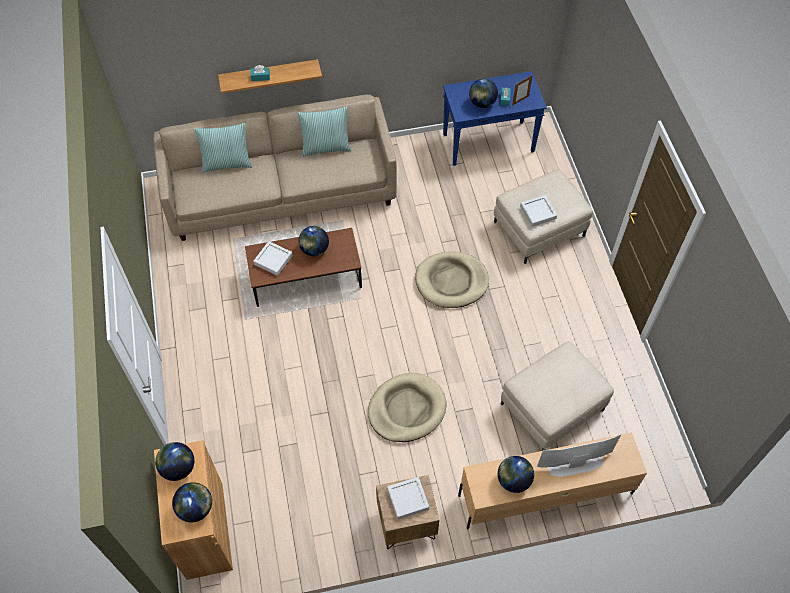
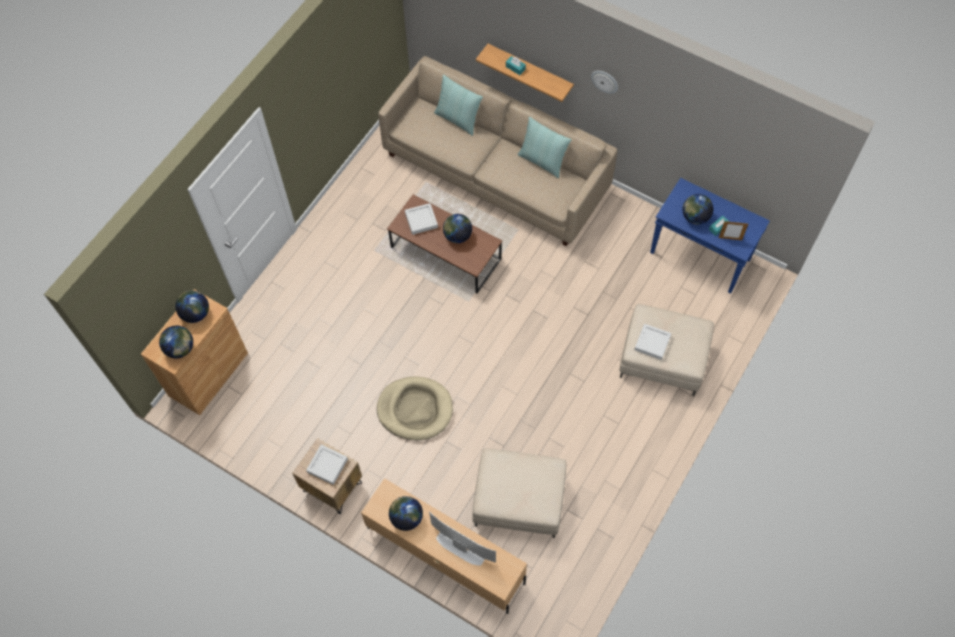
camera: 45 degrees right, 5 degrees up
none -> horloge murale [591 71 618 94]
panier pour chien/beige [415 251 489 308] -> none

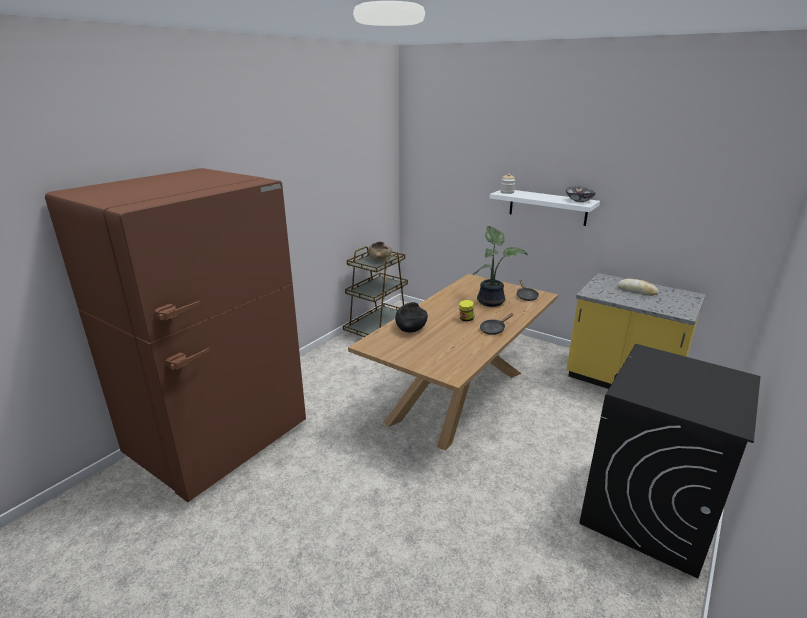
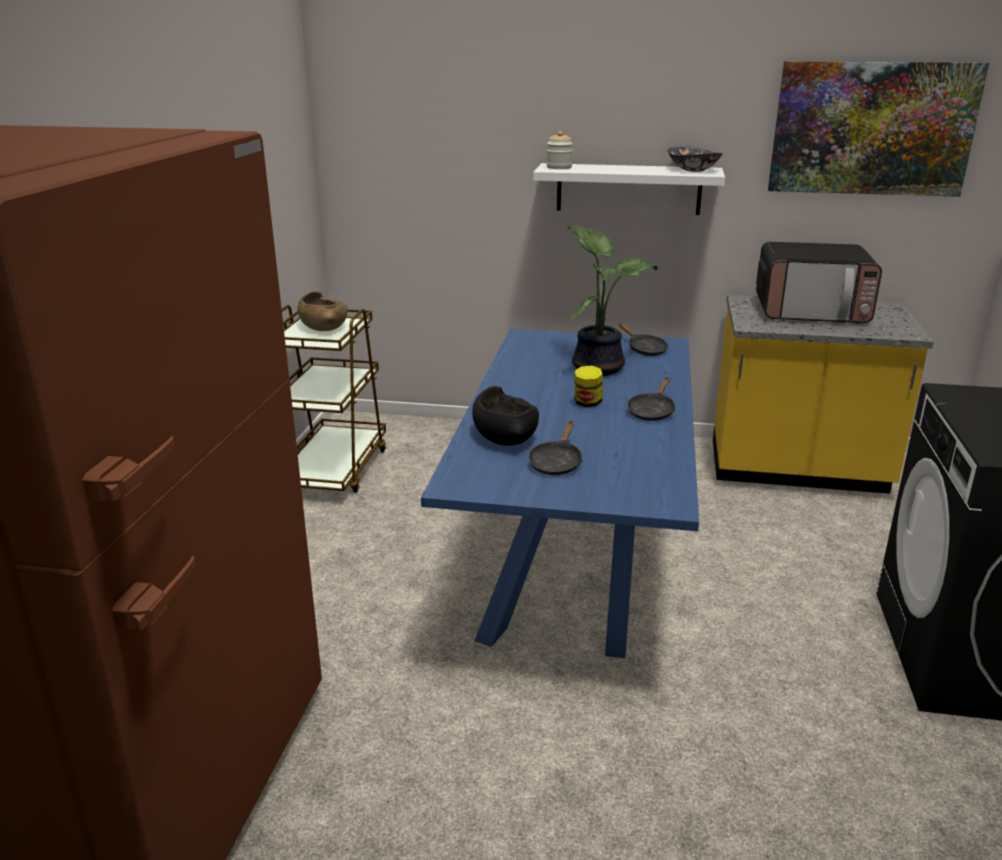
camera: 25 degrees left, 0 degrees up
table à manger/marron [348 274 558 451] -> table à manger/bleu [421 329 699 658]
none -> poêle/noir [528 421 582 475]
pain [617 279 659 296] -> micro-ondes [756 242 882 323]
none -> tableau [768 61 989 197]

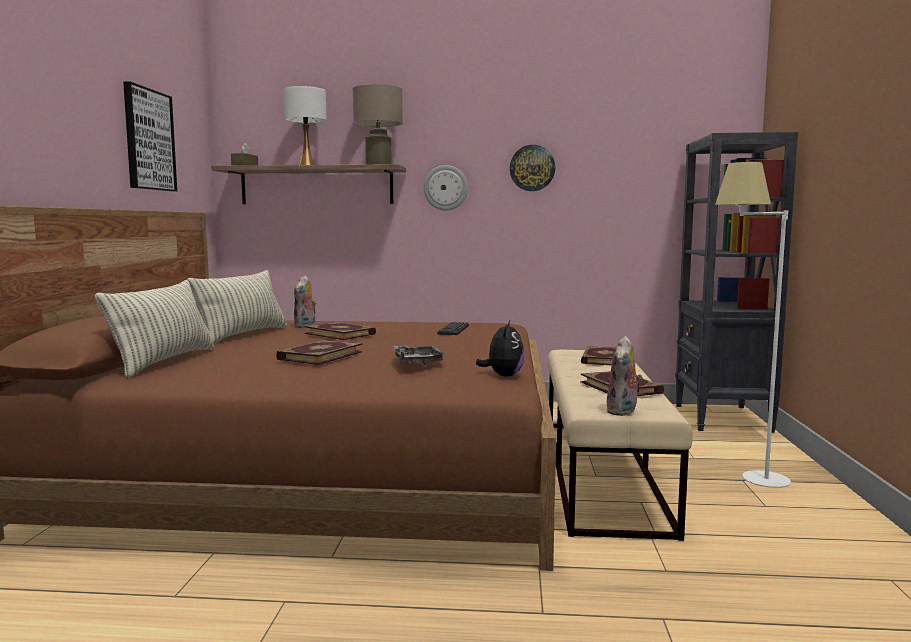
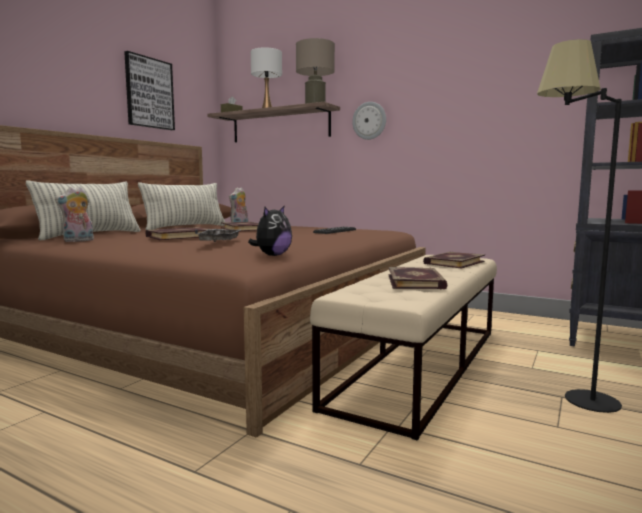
camera: 25 degrees right, 0 degrees up
peluche [606 336 643 416] -> peluche [55 187 94 242], shifted
lampadaire/blanc [715 162 791 488] -> lampadaire/noir [537 39 622 413]
horloge murale [510 145 555 191] -> none

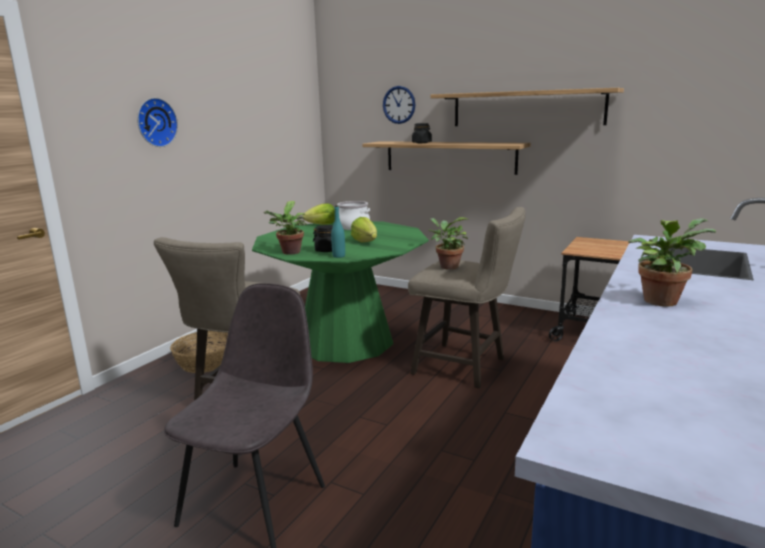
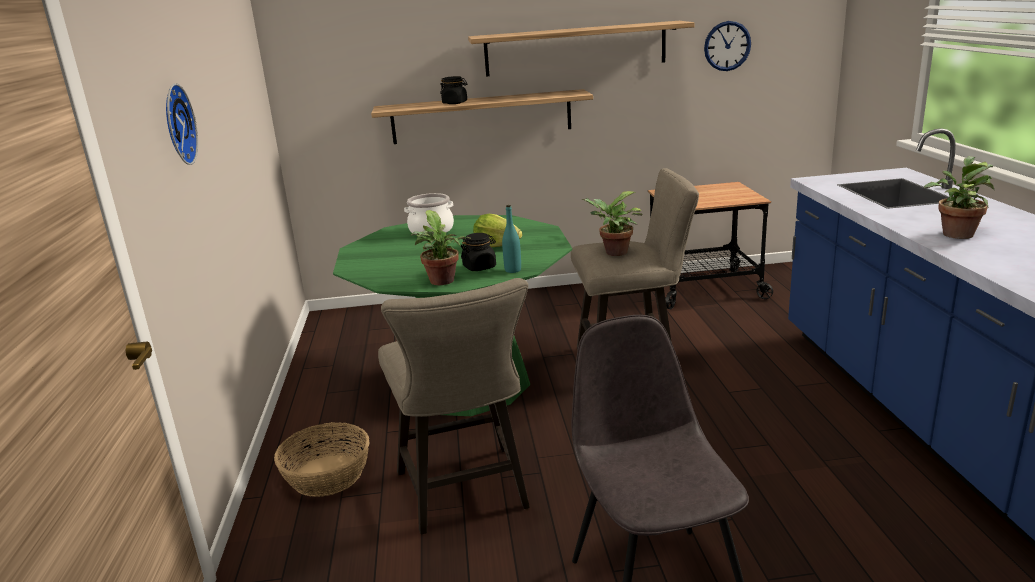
camera: 35 degrees left, 5 degrees up
horloge murale [383 86 415 124] -> horloge murale [704 21 751 71], shifted
laitue [303 204 335 225] -> none

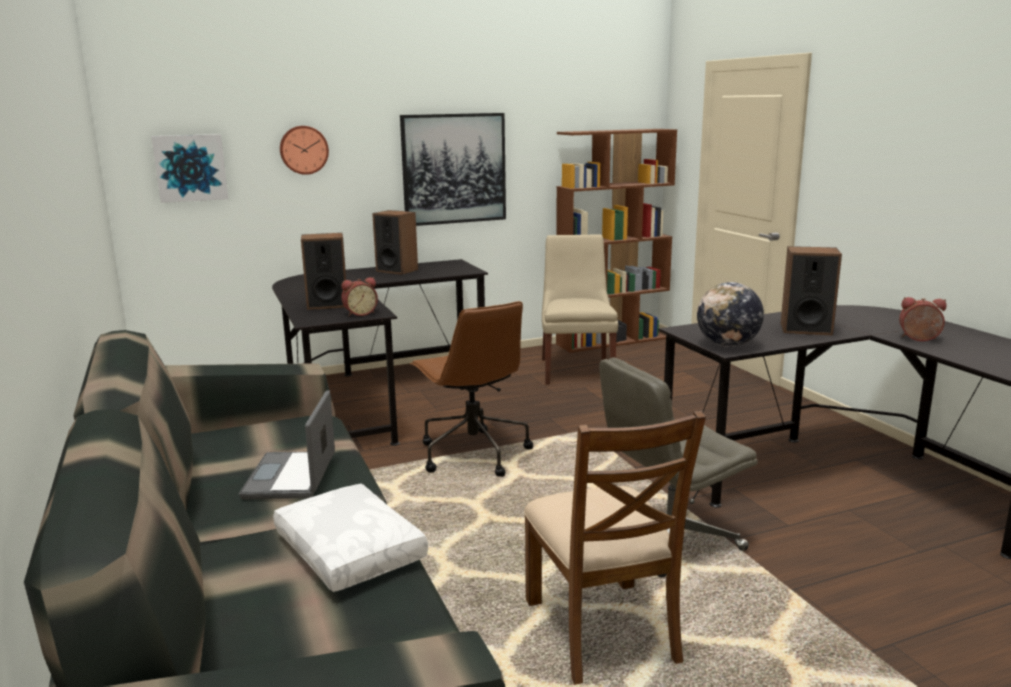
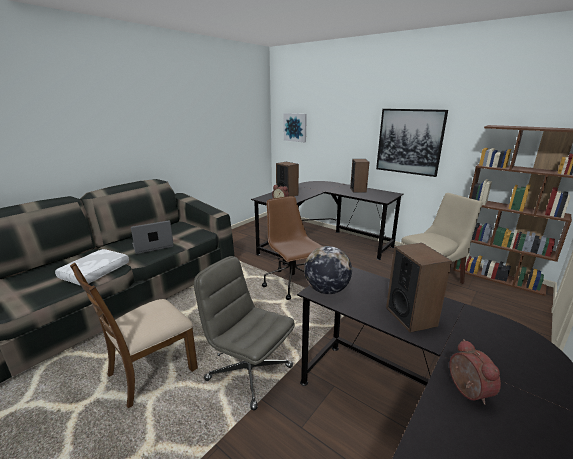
camera: 60 degrees right, 5 degrees up
chaise de bureau/marron [410 301 533 477] -> chaise de bureau/marron [262 196 323 300], 120 degrees clockwise
horloge murale [280 126 329 175] -> none

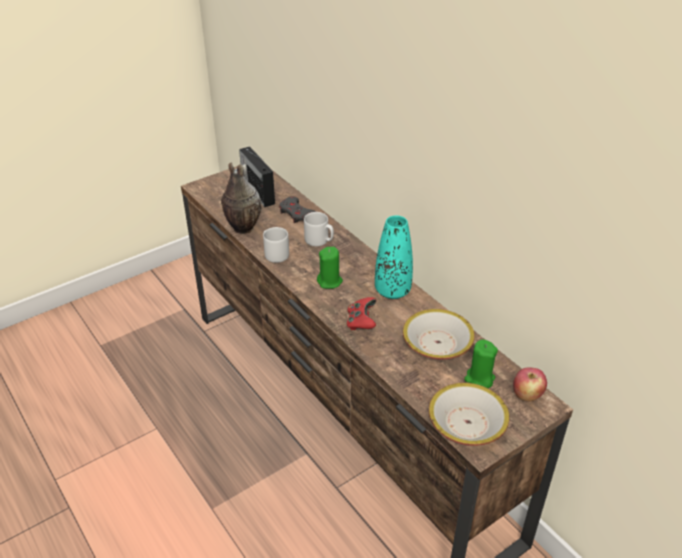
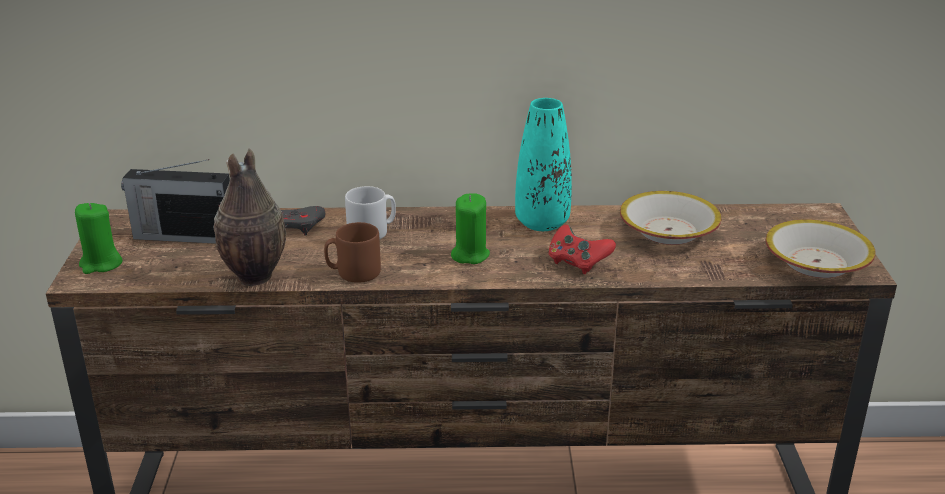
camera: 55 degrees left, 10 degrees down
bougie/vert [464 339 498 388] -> bougie/vert [75 203 122 274], shifted
mug/gris [263 227 289 263] -> mug/marron [324 222 381 283]
pomme [513 368 547 402] -> none

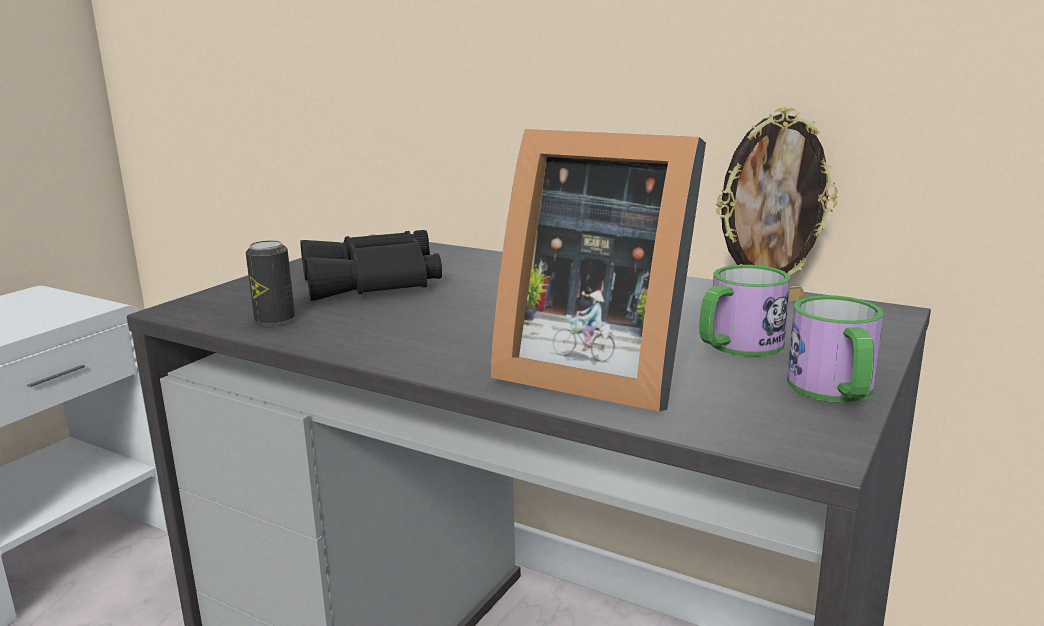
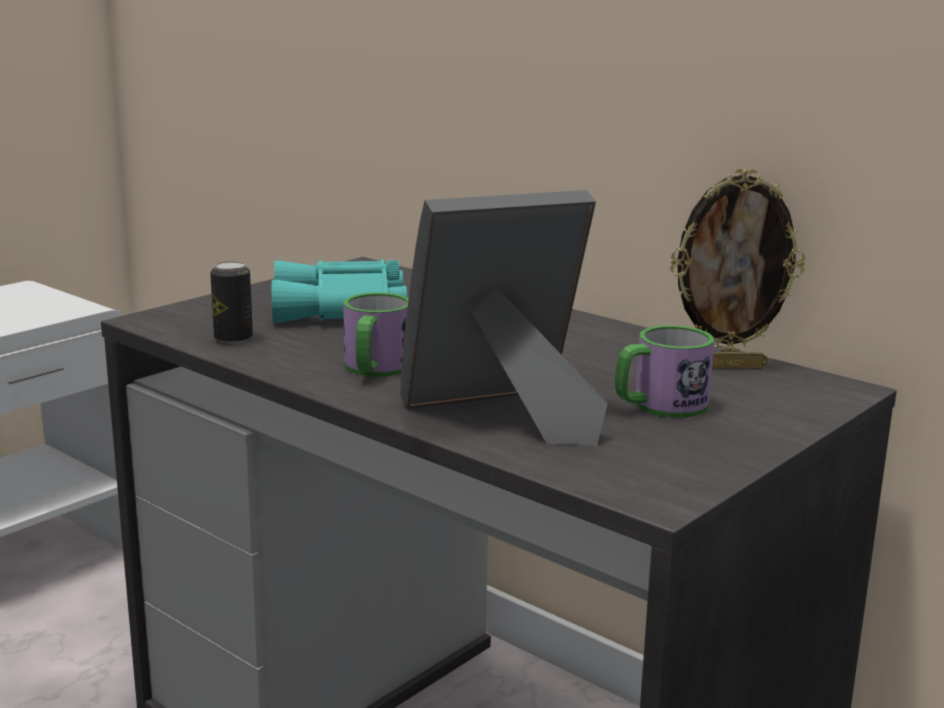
camera: 10 degrees right, 0 degrees up
jumelles/noir [300 230 442 301] -> jumelles/turquoise [272 260 407 323]
mug [787 295 884 402] -> mug [343 292 408 377], shifted
cadre photo [491 129 706 411] -> cadre photo [400 190 608 446], 120 degrees clockwise

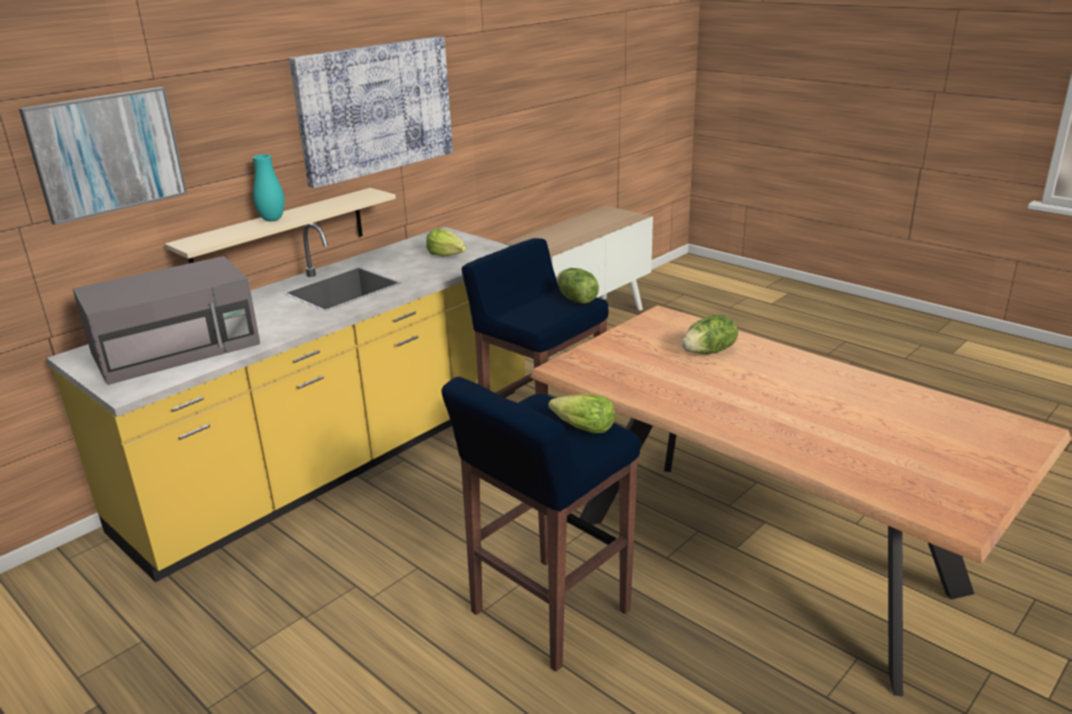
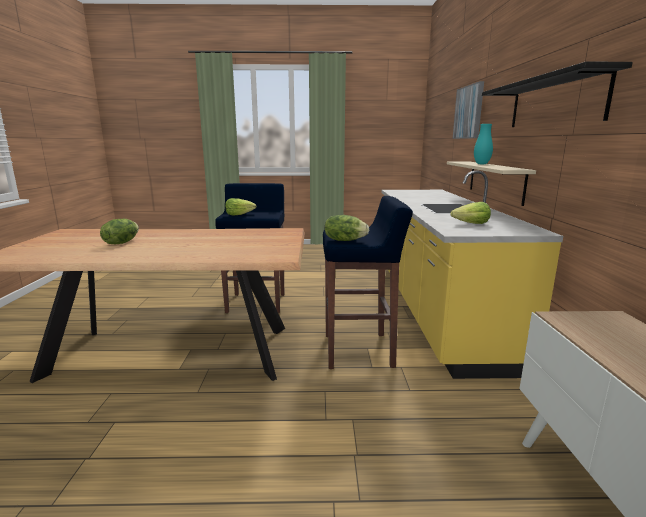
camera: 135 degrees right, 10 degrees down
laitue [681 315 738 354] -> laitue [100 219 139 244], shifted
tableau [289 36 453 188] -> étagère/noir [482 62 633 127]
micro-ondes/gris [72 256 260 385] -> none

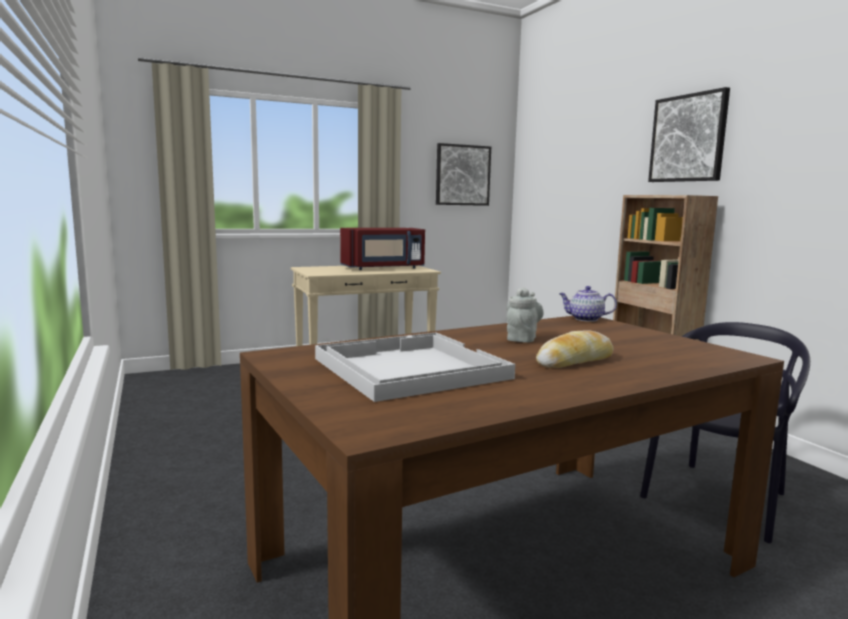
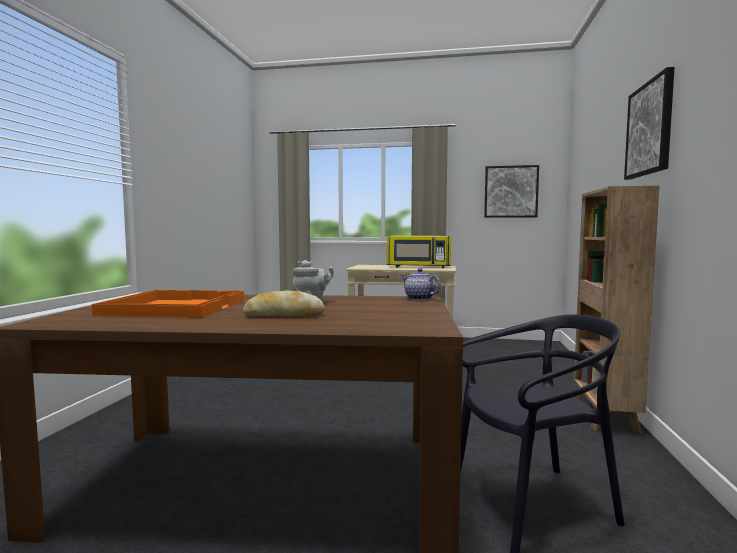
camera: 35 degrees right, 5 degrees down
plateau/blanc [315 332 515 402] -> plateau/orange [92 290 244 317]
micro-ondes/rouge [340 228 425 270] -> micro-ondes/jaune [387 236 451 268]

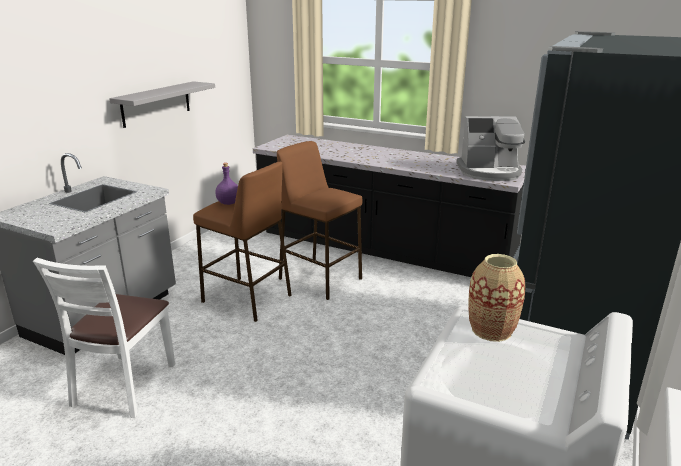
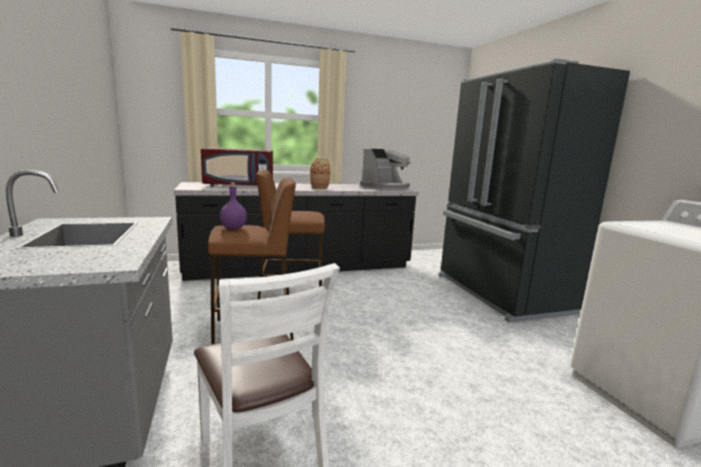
camera: 45 degrees left, 10 degrees down
none -> micro-ondes/rouge [201 148 273 187]
vase [468 254 526 342] -> vase [310 157 331 190], shifted
étagère/gris [109 81 215 128] -> none

